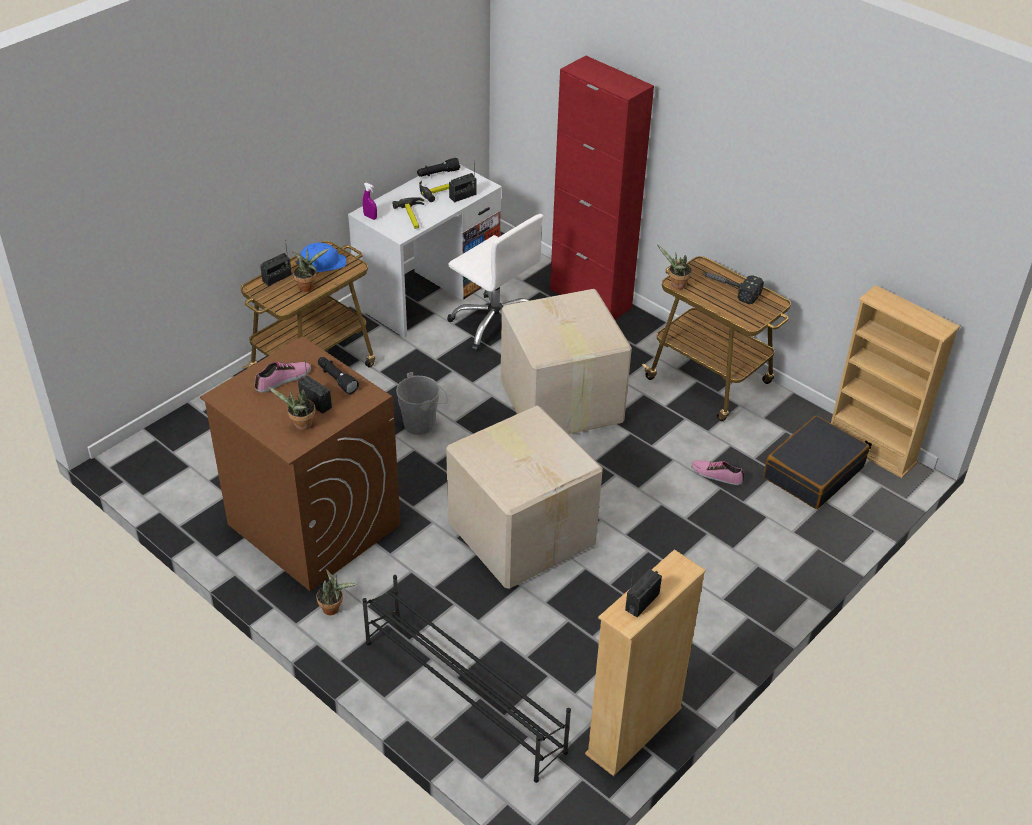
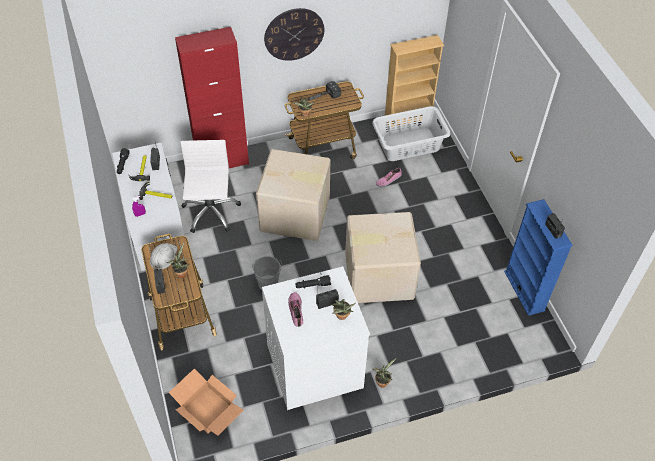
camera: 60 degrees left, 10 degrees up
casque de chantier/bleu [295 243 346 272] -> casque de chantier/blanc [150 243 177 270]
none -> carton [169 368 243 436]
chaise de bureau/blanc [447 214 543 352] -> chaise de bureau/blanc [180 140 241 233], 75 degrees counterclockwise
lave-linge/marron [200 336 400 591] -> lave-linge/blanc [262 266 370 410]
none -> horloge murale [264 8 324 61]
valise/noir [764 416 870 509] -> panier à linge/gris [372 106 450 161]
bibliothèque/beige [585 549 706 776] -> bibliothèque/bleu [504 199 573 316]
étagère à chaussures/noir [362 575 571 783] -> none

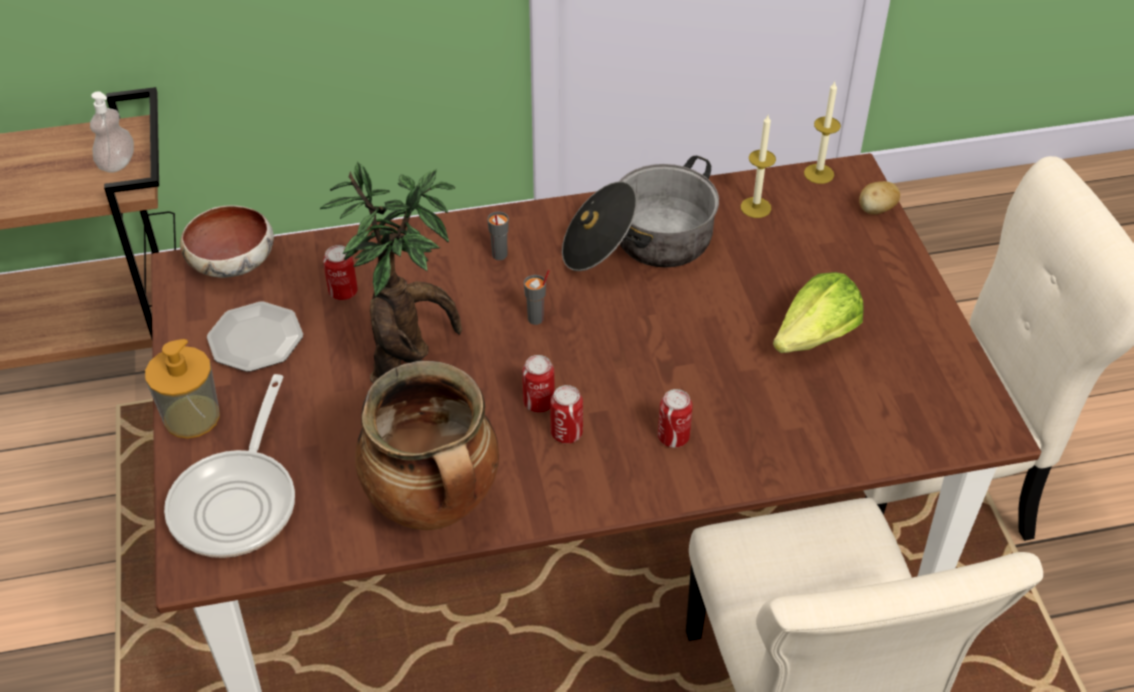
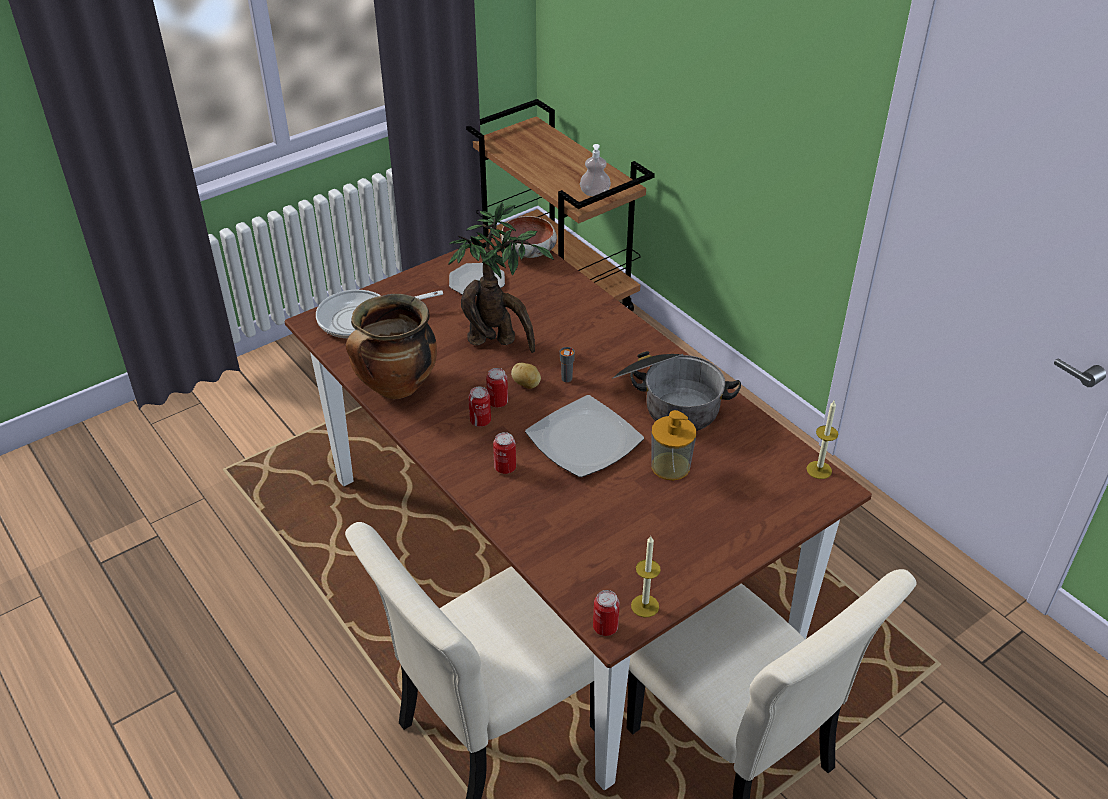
camera: 65 degrees right, 5 degrees down
pomme de terre [859 181 900 215] -> pomme de terre [511 363 541 389], shifted
none -> assiette [525 395 644 478]
boîte métallique [323 245 358 300] -> boîte métallique [593 590 619 636], shifted
bougie [740 115 776 218] -> bougie [631 536 661 617], shifted
distributeur de savon [145 339 220 438] -> distributeur de savon [652 410 696 480], shifted
tasse/gris [487 212 509 260] -> none
laitue [773 272 864 353] -> none

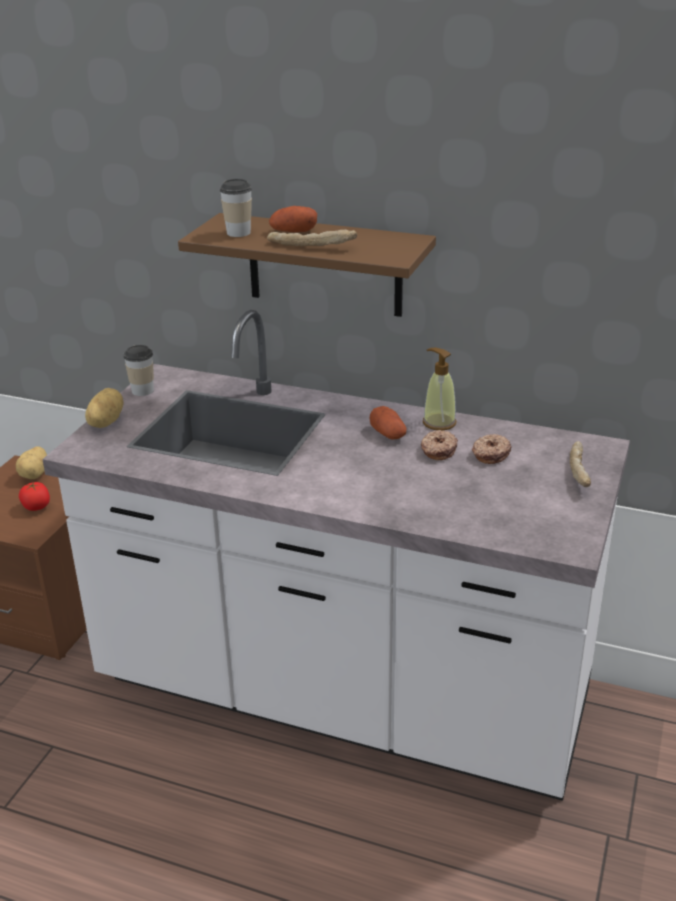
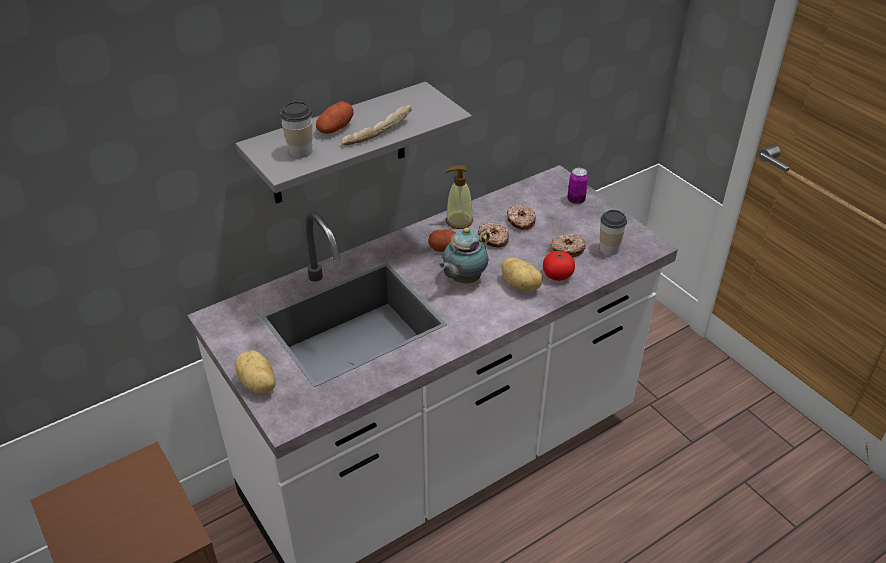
camera: 55 degrees left, 10 degrees up
étagère/marron [178 213 436 317] -> étagère/gris [235 82 472 204]
none -> théière [438 227 490 284]
pomme de terre [16 446 47 479] -> pomme de terre [501 258 543 292], shifted
tomate [19 482 50 511] -> tomate [543 251 575 281], shifted
none -> beignet [550 234 586 257]
pain [570 441 591 487] -> boîte métallique [567 168 588 204]
tasse [124 345 154 396] -> tasse [600 210 627 255], shifted

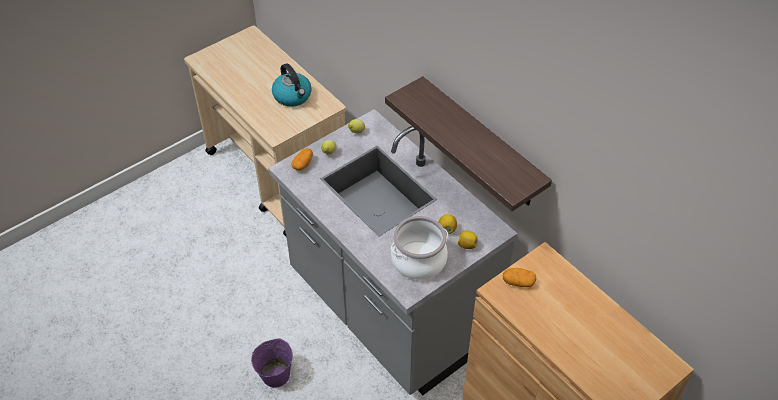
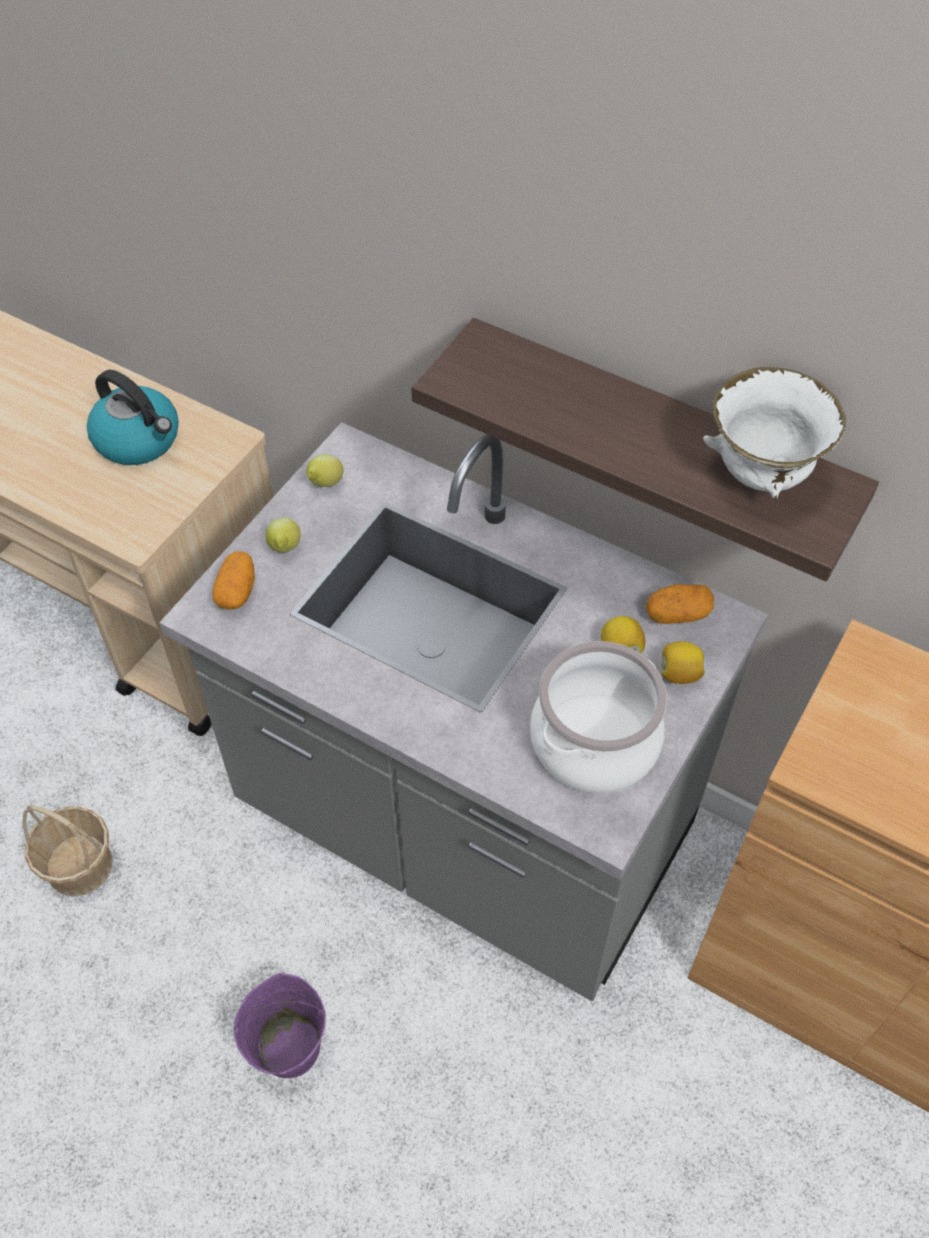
camera: 20 degrees left, 5 degrees up
none -> panier [22 805 112 897]
pomme de terre [503 268 536 287] -> pomme de terre [645 584 714 624], shifted
none -> bol/blanc [703 367 846 499]

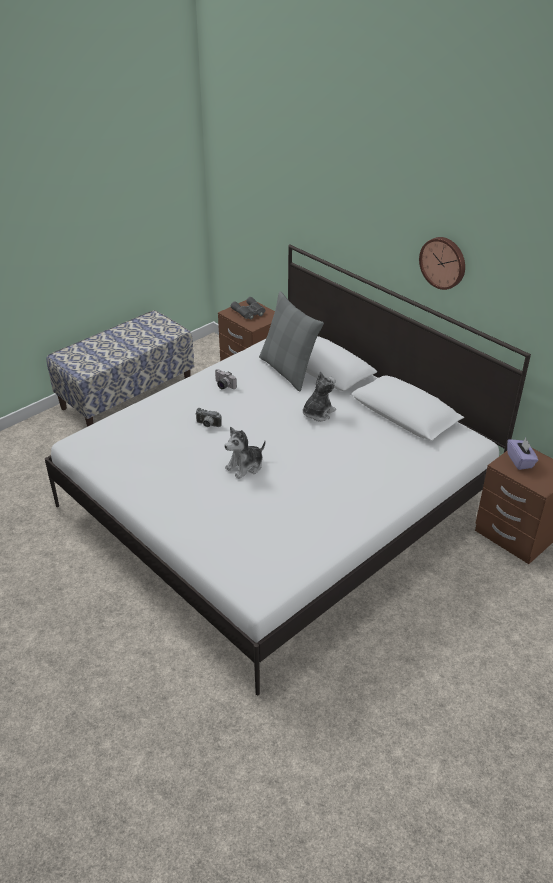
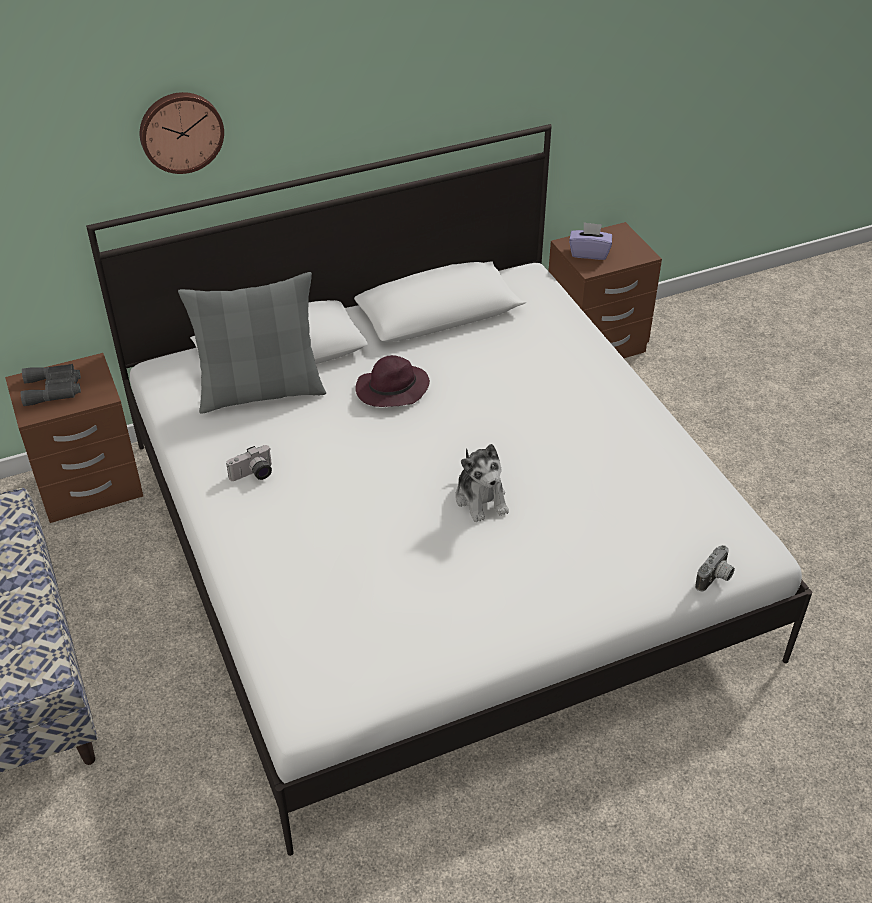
camera: 70 degrees left, 5 degrees up
horloge murale [419 237 465 290] -> horloge murale [140 92 224 174], shifted
peluche [303 372 336 421] -> chapeau/violet [356 355 430 407]
appareil photo [195 408 222 427] -> appareil photo [695 545 735 591], shifted

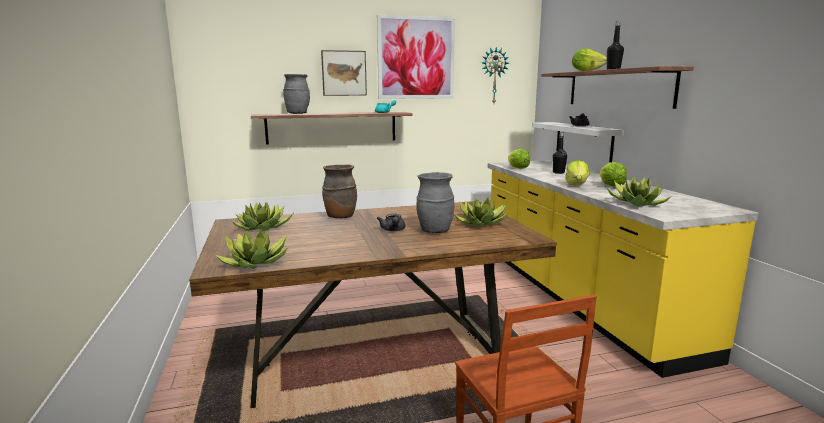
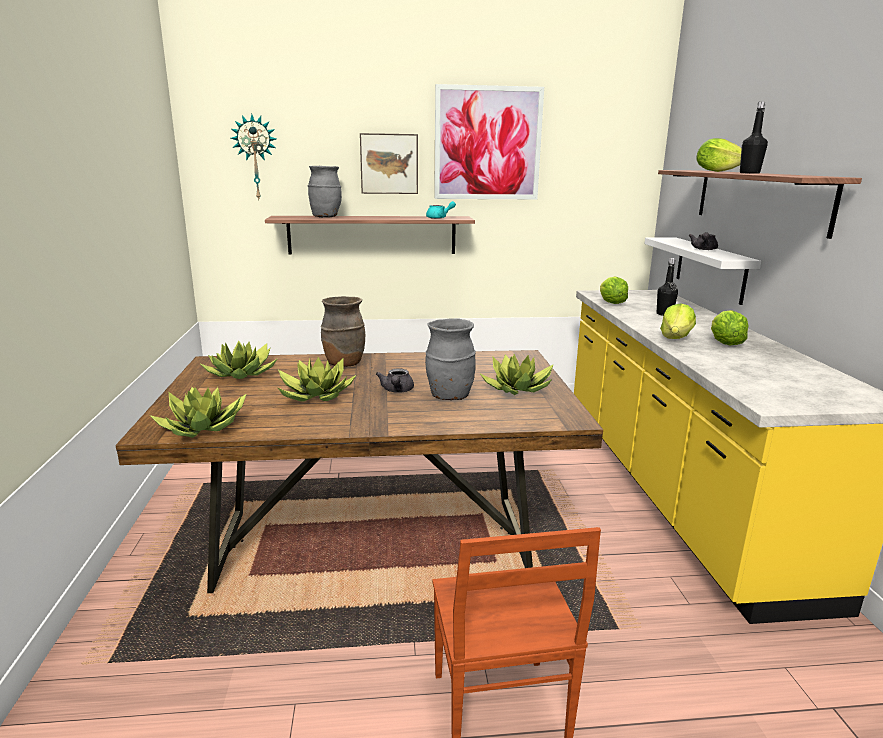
camera: 10 degrees right, 5 degrees up
horloge murale [482 47 509 103] -> horloge murale [231 114 276 200], shifted
plante en pot [607 176 672 207] -> plante en pot [278 357 356 402], shifted

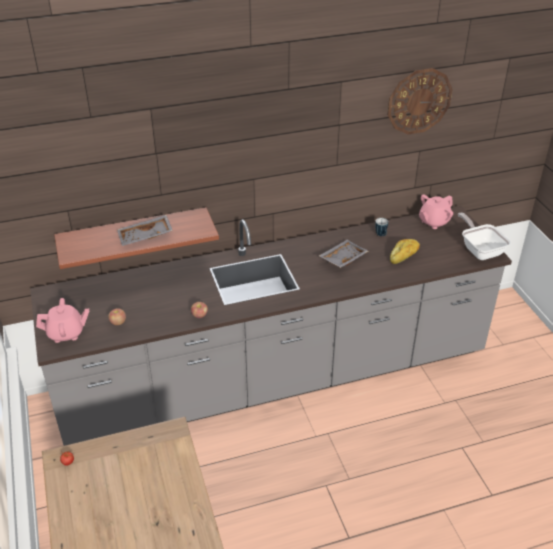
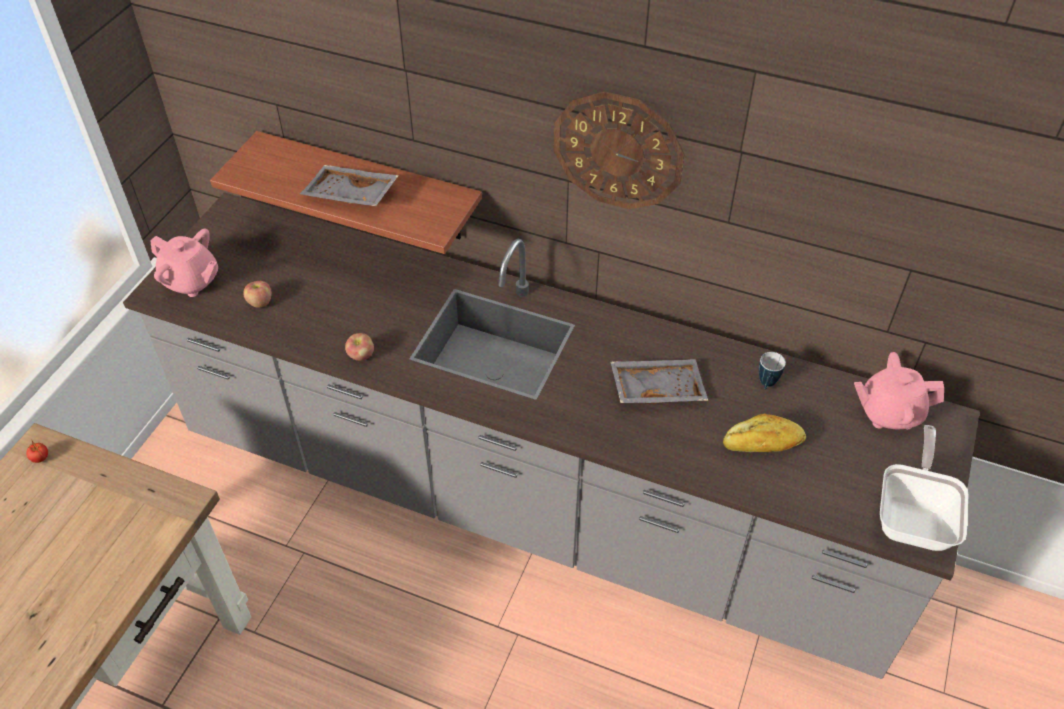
camera: 40 degrees right, 10 degrees up
horloge murale [387 68 453 134] -> horloge murale [554 91 684 209], shifted

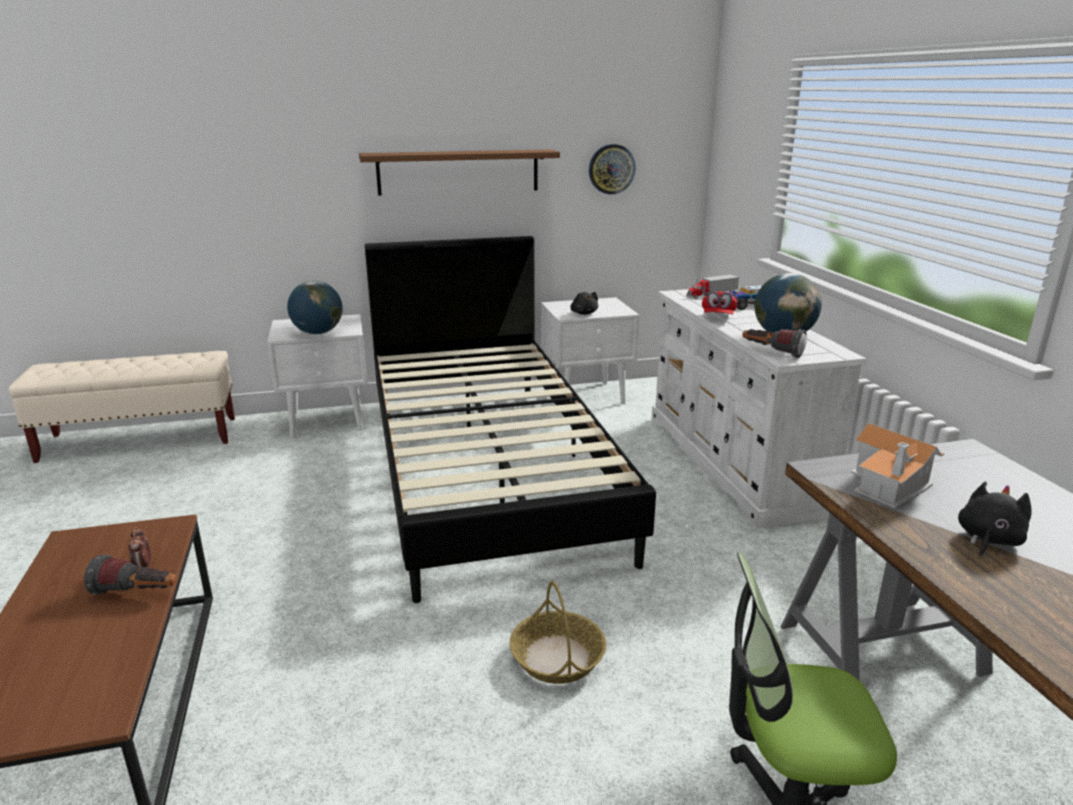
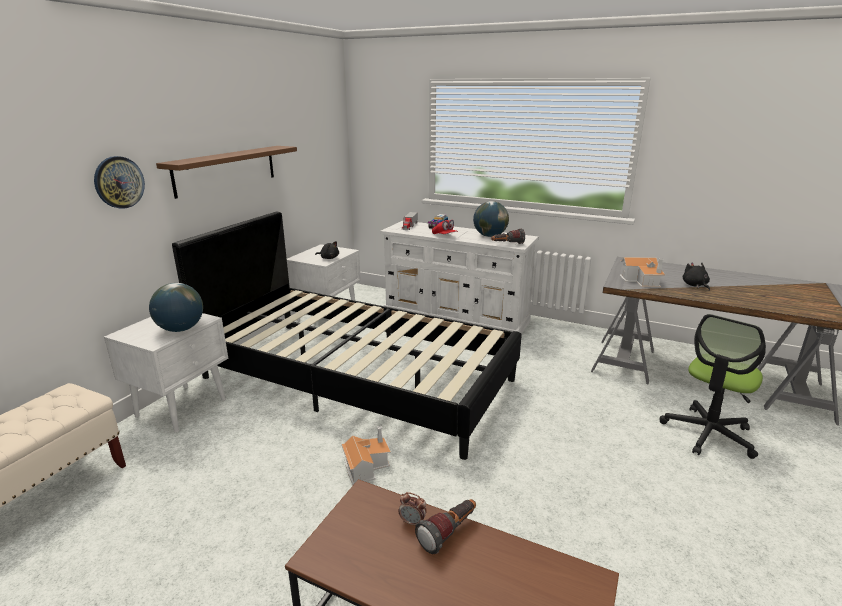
camera: 50 degrees left, 0 degrees up
horloge murale [589 144 636 194] -> horloge murale [94 156 145 208], shifted
none -> maison miniature [341 426 391 485]
panier [509 581 606 684] -> none

